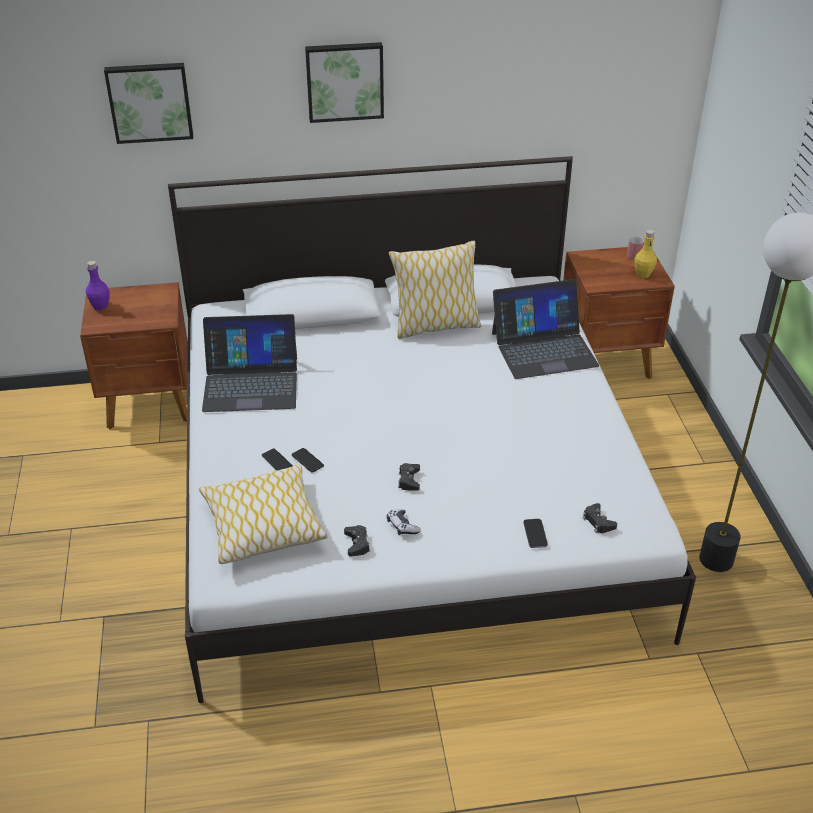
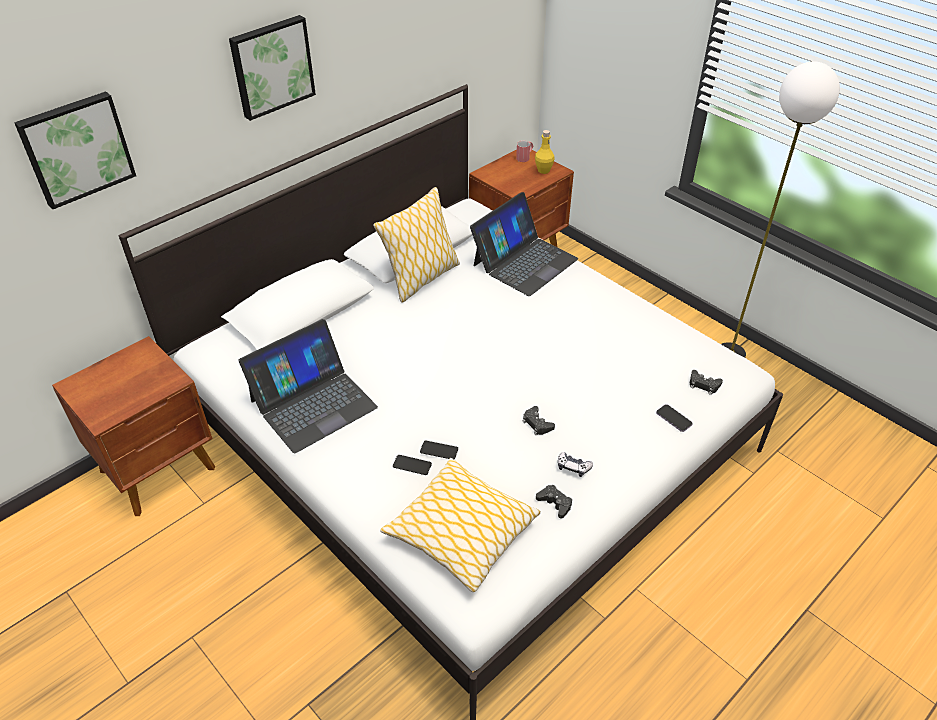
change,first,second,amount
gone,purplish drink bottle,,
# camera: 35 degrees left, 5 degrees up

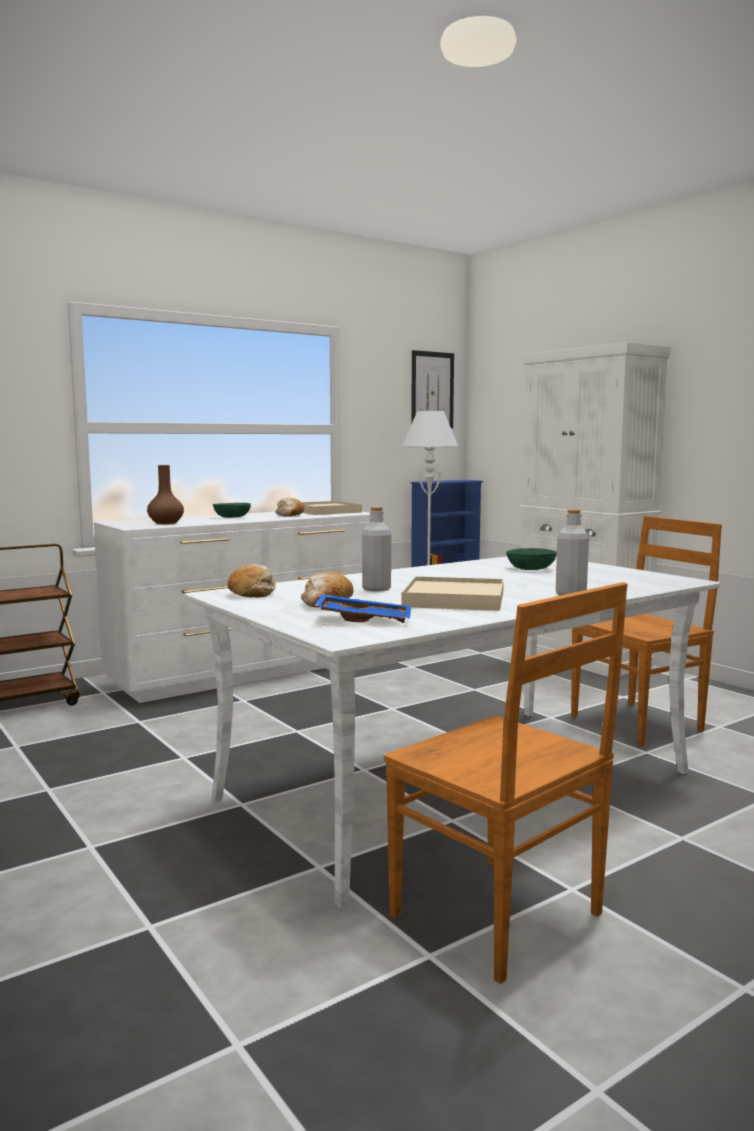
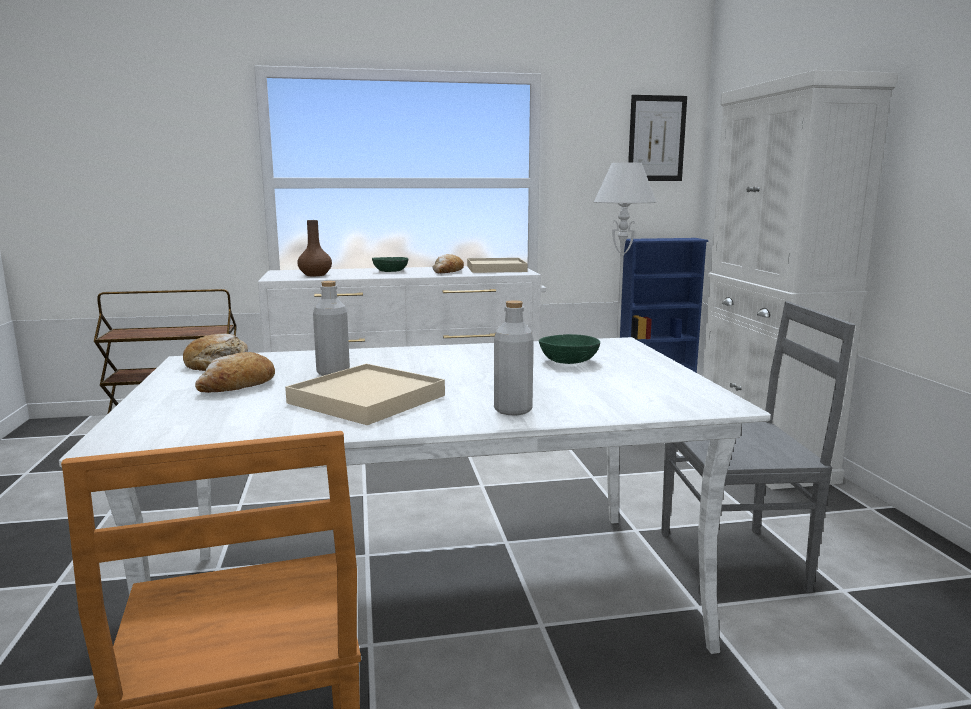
change,first,second,amount
repainted,brownish upright chair (no. 2 from left),grey upright chair,
gone,blue-coloured serving tray,,
# camera: 25 degrees right, 5 degrees up

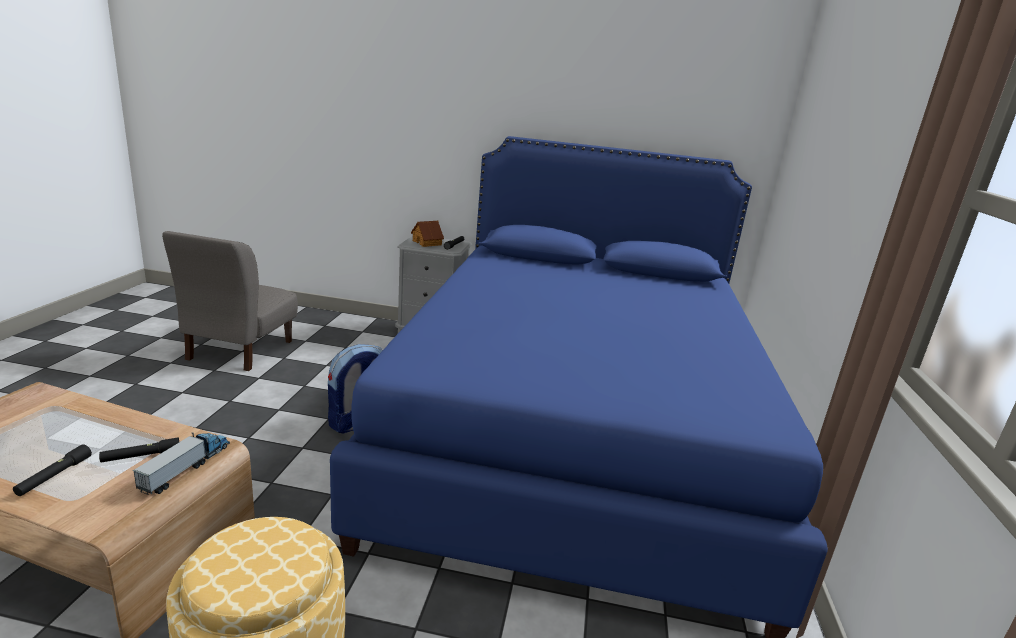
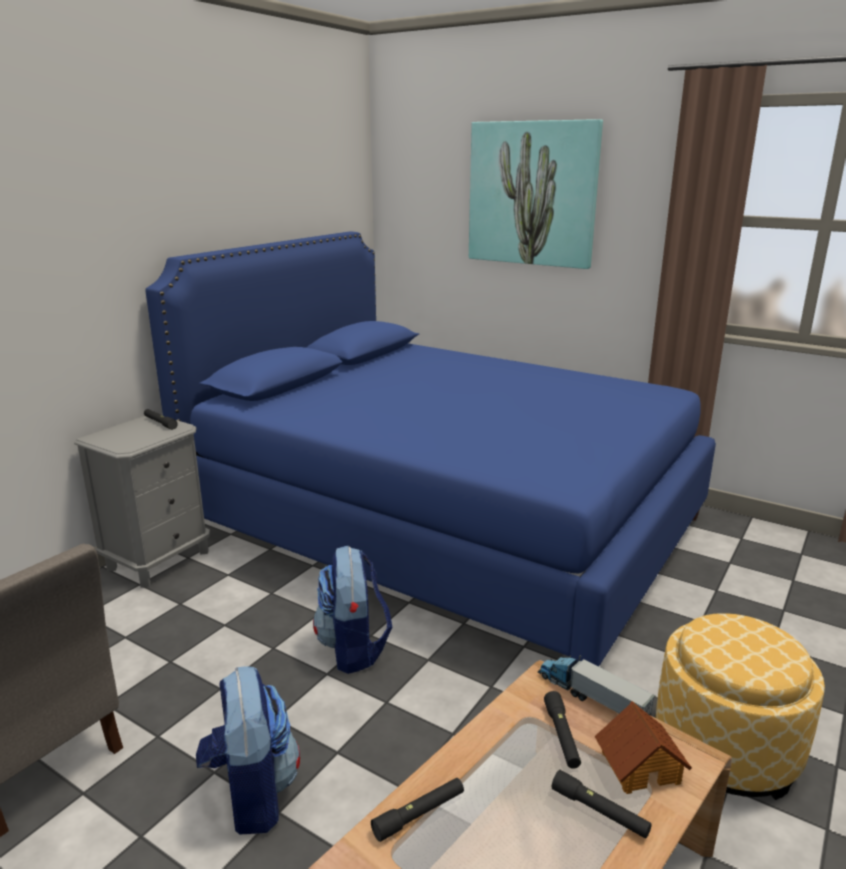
change,first,second,amount
new,,rucksack (no. 1 from left),
new,,black-coloured torch (no. 2 from left),
new,,picture,
shifted,model house,,
# camera: 65 degrees left, 0 degrees up

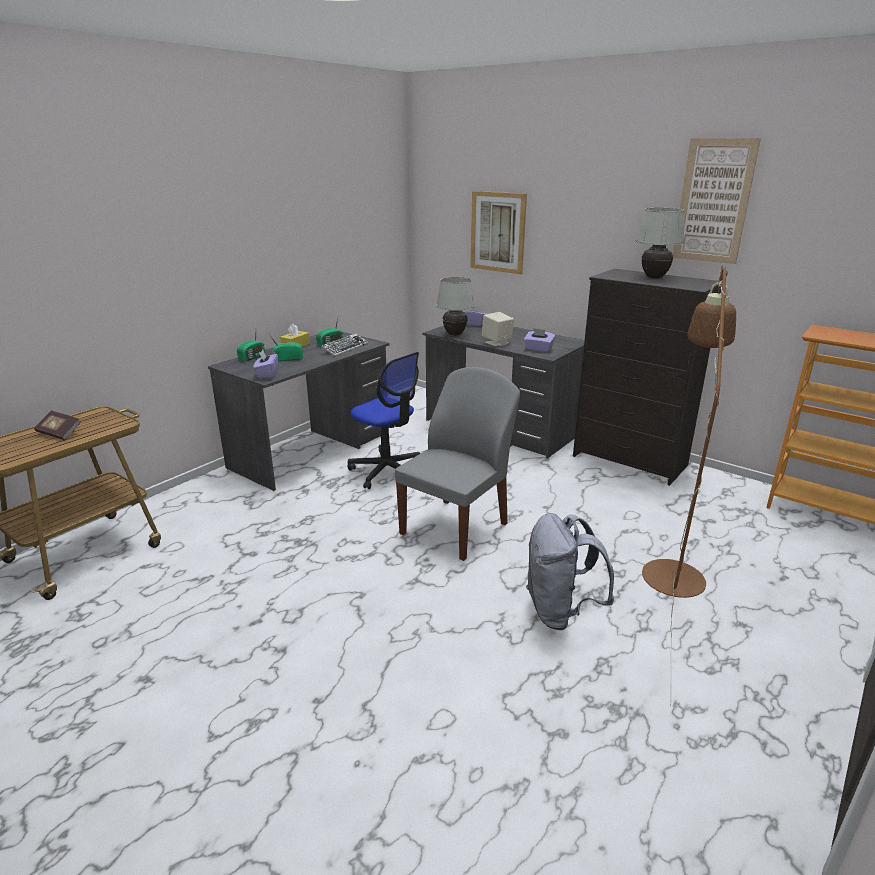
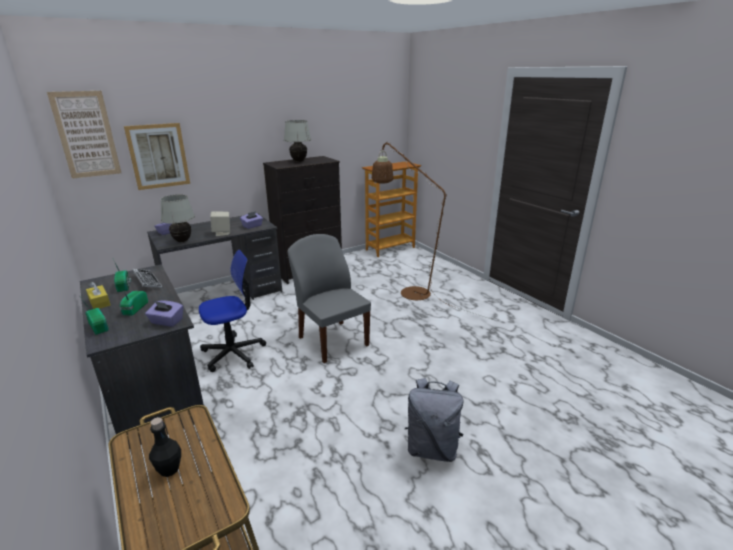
change,first,second,amount
shifted,picture (no. 2 from left in the first image),picture (no. 1 from left),
swapped,bound book,black-coloured drink bottle,
shifted,grey rucksack,,
# camera: 70 degrees left, 0 degrees up

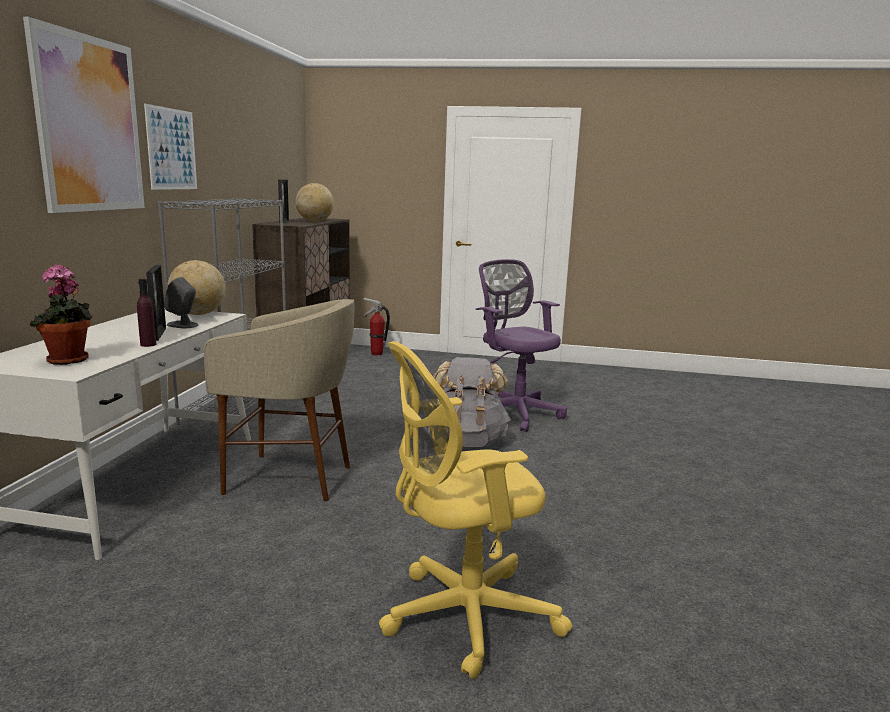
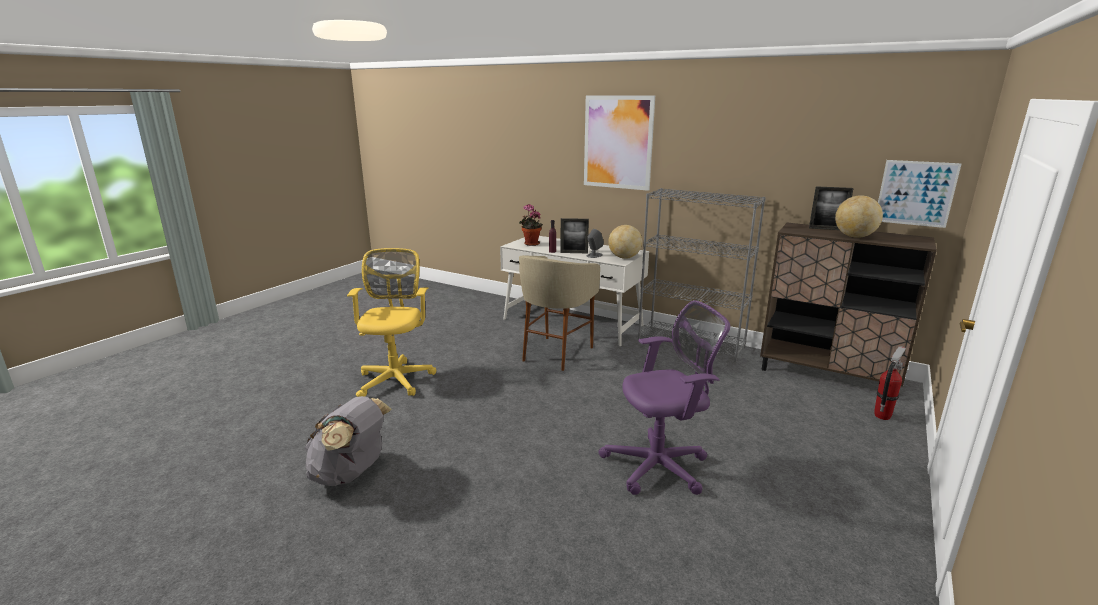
change,first,second,amount
shifted,grey rucksack,,
shifted,picture (no. 2 from left),,
# camera: 110 degrees right, 5 degrees up

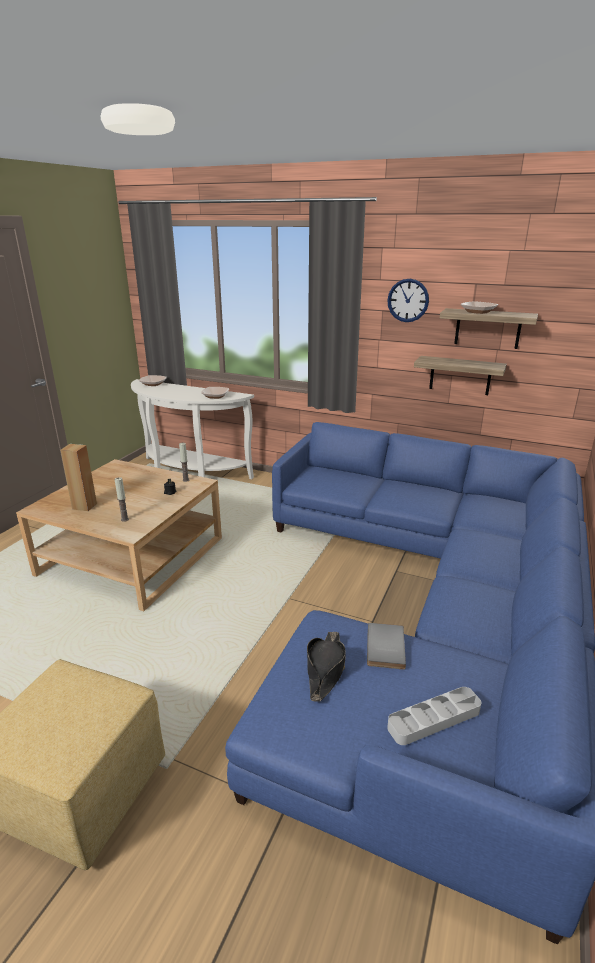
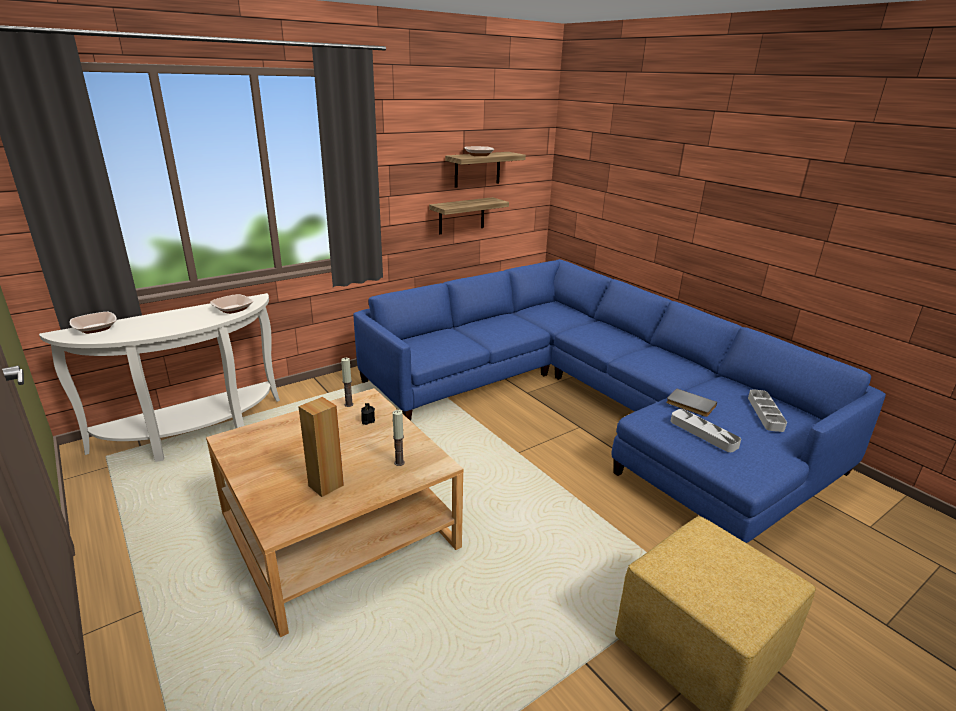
change,first,second,amount
swapped,black-coloured hat,grey serving tray (no. 1 from left),
gone,hanging clock,,
# camera: 60 degrees left, 0 degrees up

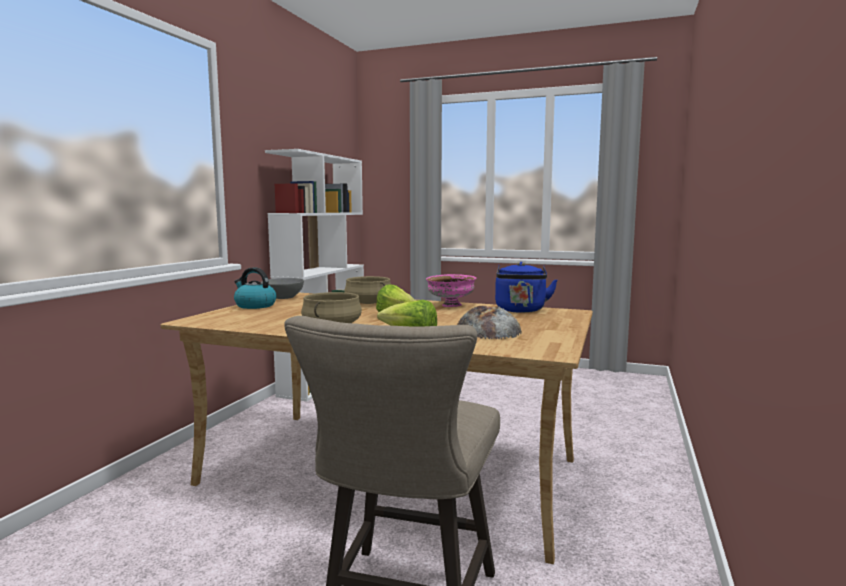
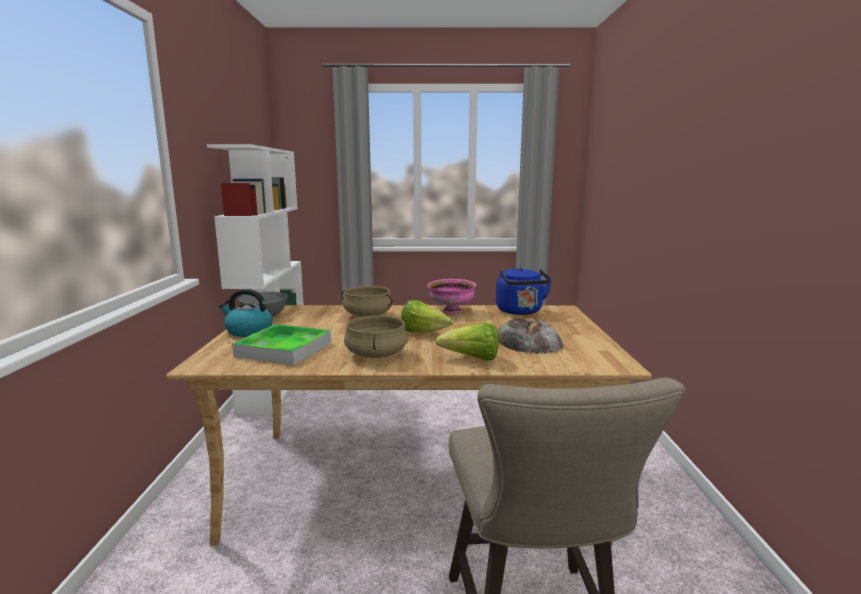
change,first,second,amount
new,,serving tray,
# camera: 20 degrees left, 5 degrees up

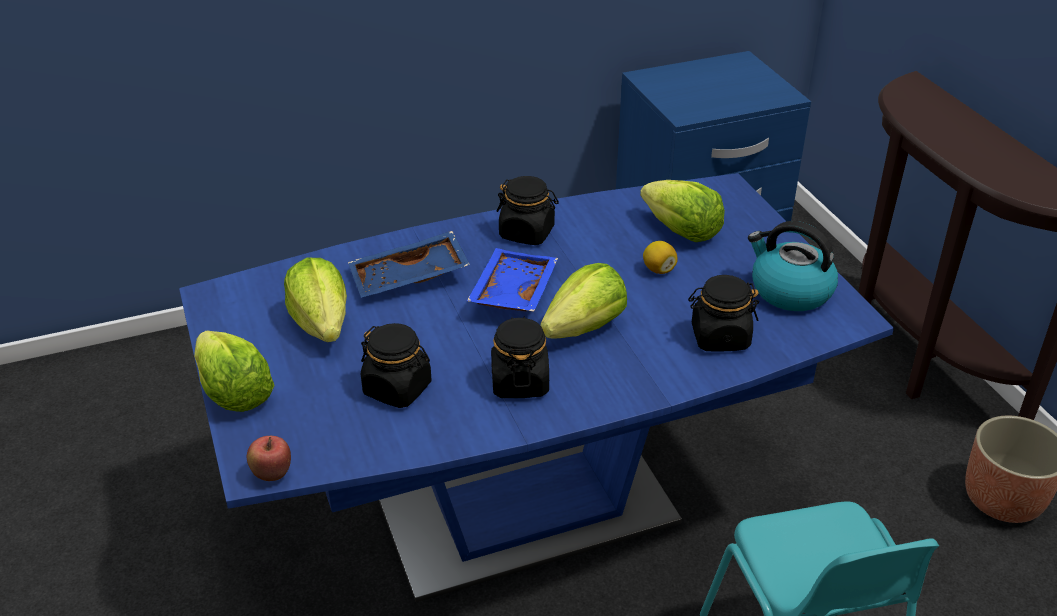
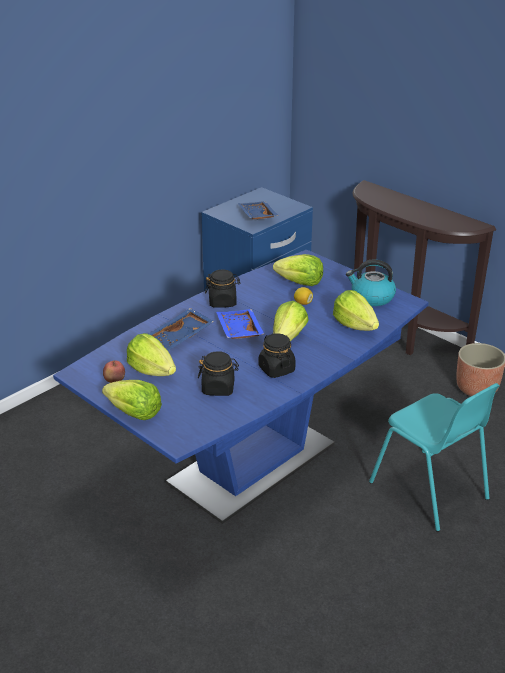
change,first,second,amount
shifted,whole apple,,
new,,blue-coloured serving tray (no. 3 from left),
swapped,black-coloured storage jar (no. 4 from left),lettuce (no. 5 from left),
# camera: 25 degrees left, 5 degrees down

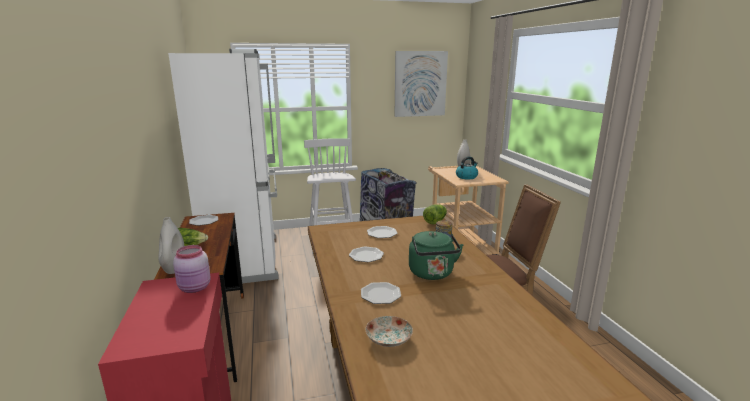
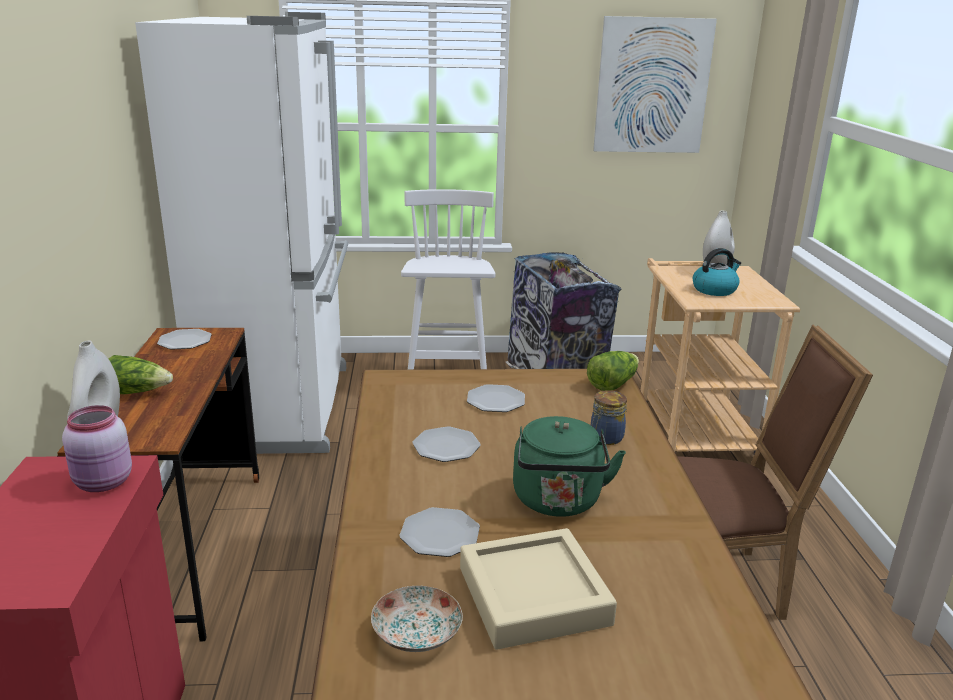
change,first,second,amount
new,,sand-coloured serving tray,
# camera: 10 degrees right, 5 degrees up

